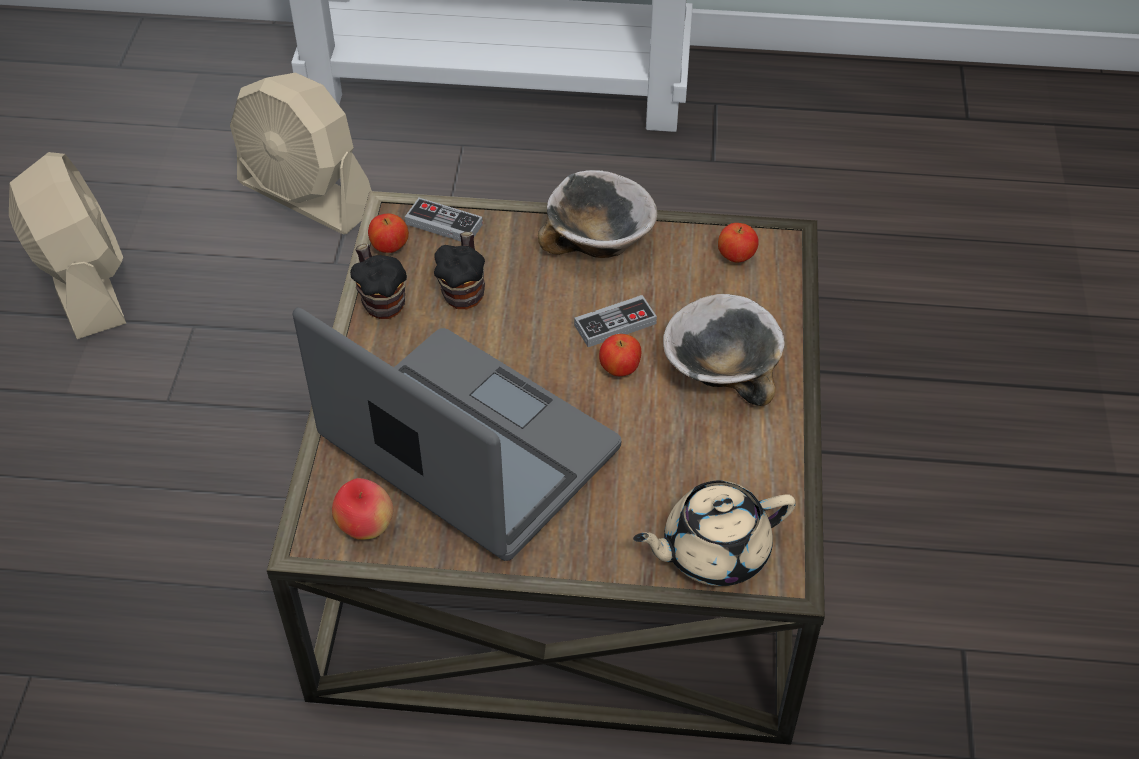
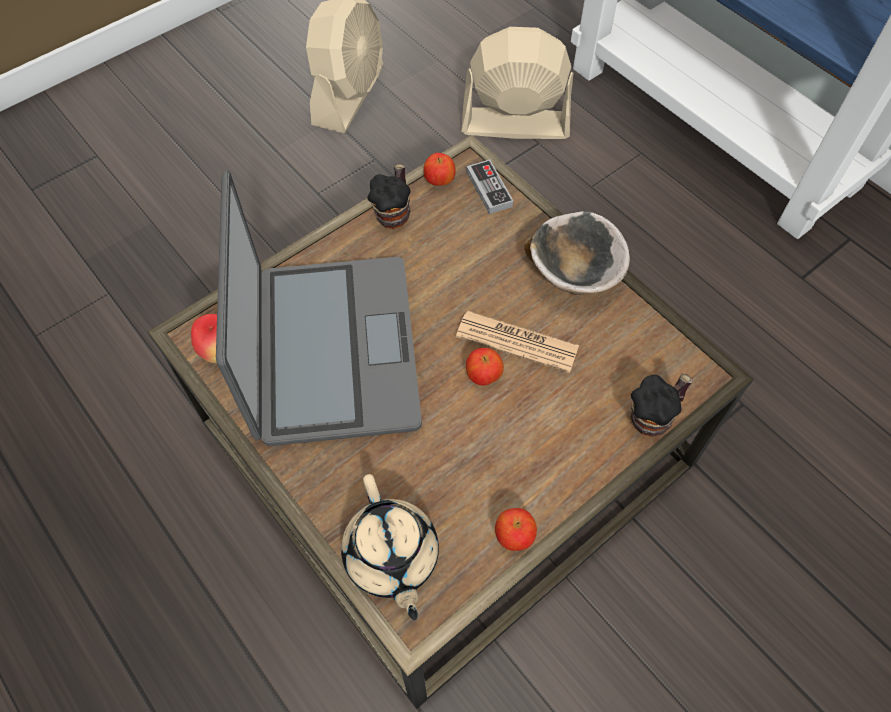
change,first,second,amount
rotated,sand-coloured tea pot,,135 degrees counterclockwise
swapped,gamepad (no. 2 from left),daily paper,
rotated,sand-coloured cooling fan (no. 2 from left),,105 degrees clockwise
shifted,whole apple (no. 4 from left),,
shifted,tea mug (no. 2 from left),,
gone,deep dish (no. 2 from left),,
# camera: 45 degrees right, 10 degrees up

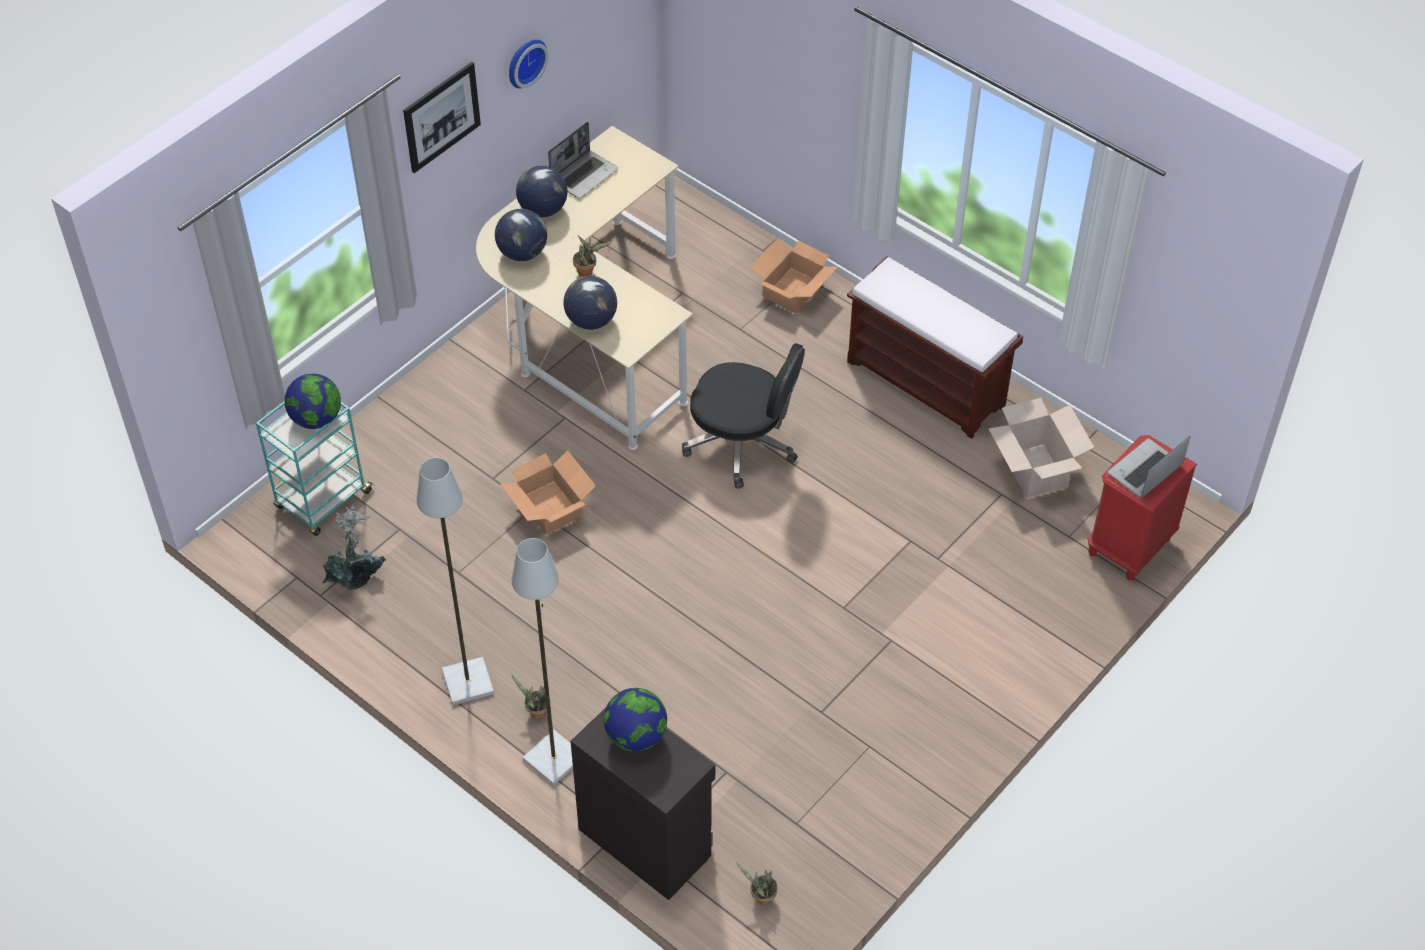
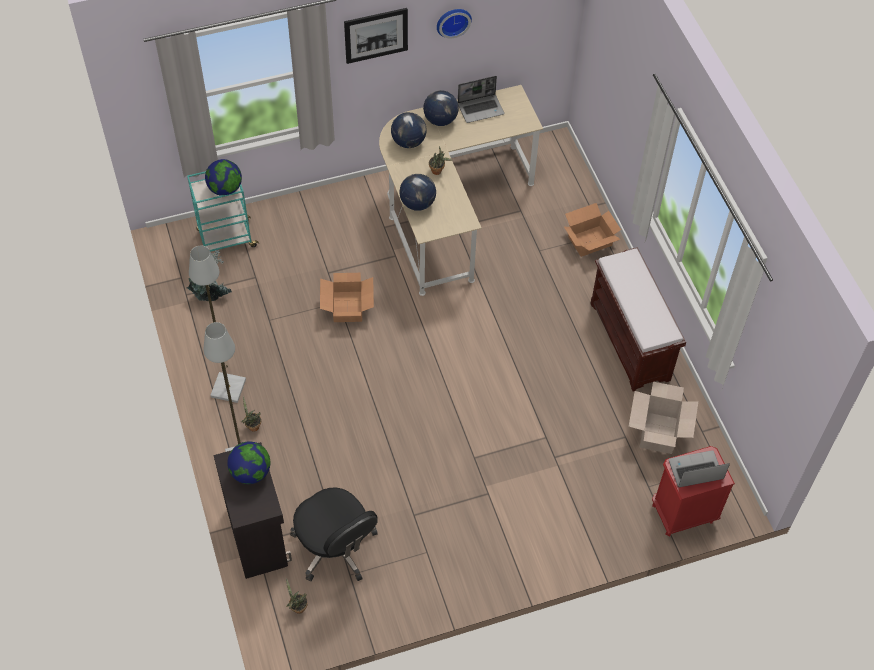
change,first,second,amount
shifted,black-coloured office chair,,
# camera: 30 degrees right, 5 degrees up

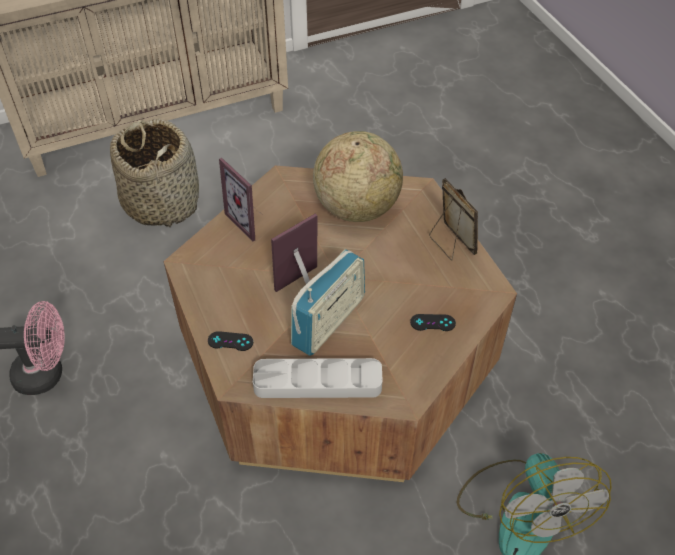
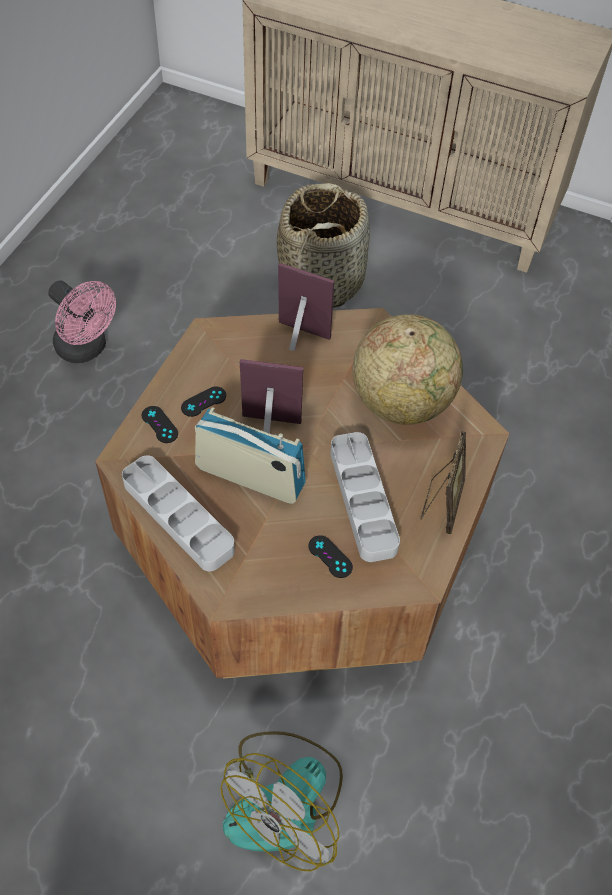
change,first,second,amount
new,,black-coloured gamepad (no. 2 from left),
rotated,radio set,,150 degrees counterclockwise
rotated,picture frame (no. 1 from left in the first image),picture frame (no. 2 from left),105 degrees clockwise
new,,grey serving tray (no. 2 from left),
# camera: 45 degrees right, 5 degrees up

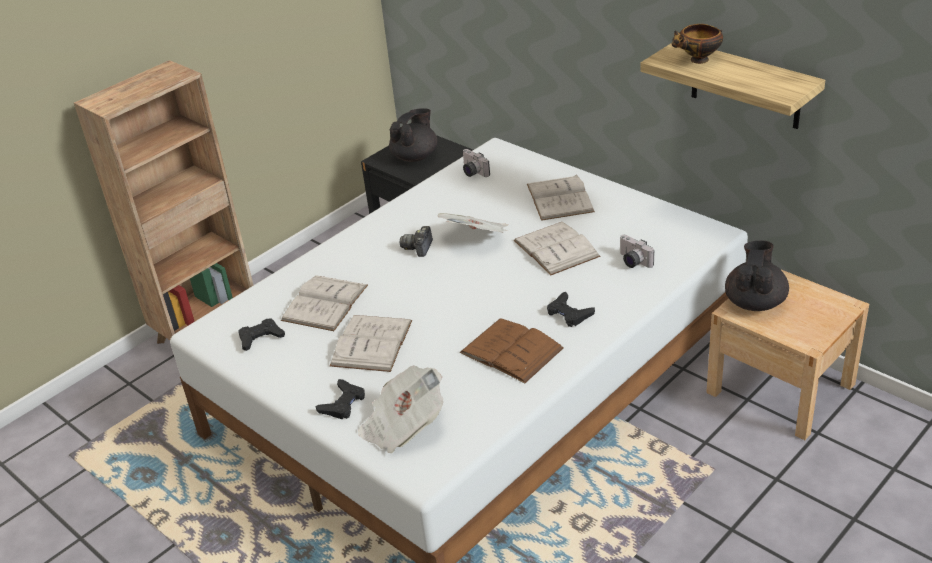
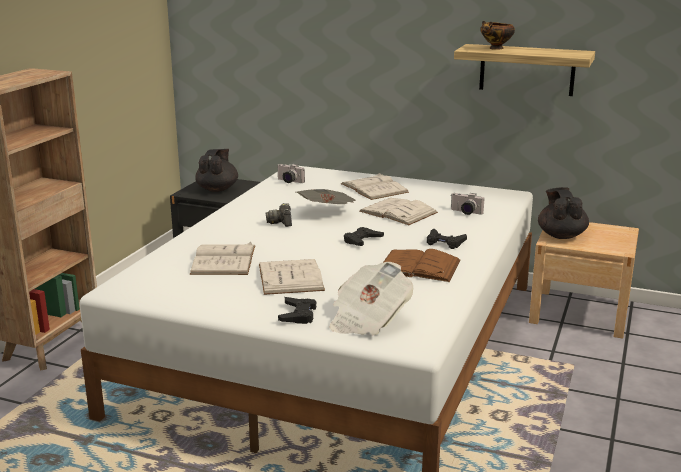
change,first,second,amount
shifted,black-coloured gamepad (no. 1 from left in the first image),black-coloured gamepad (no. 2 from left),
# camera: 25 degrees left, 15 degrees down

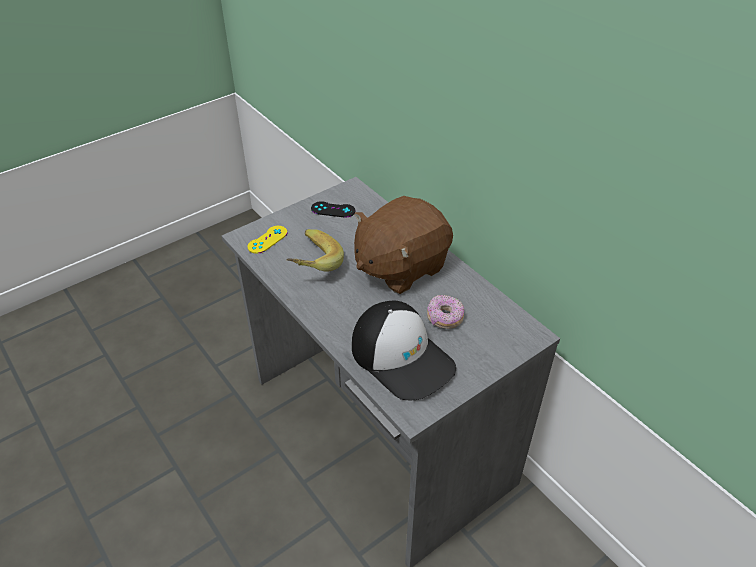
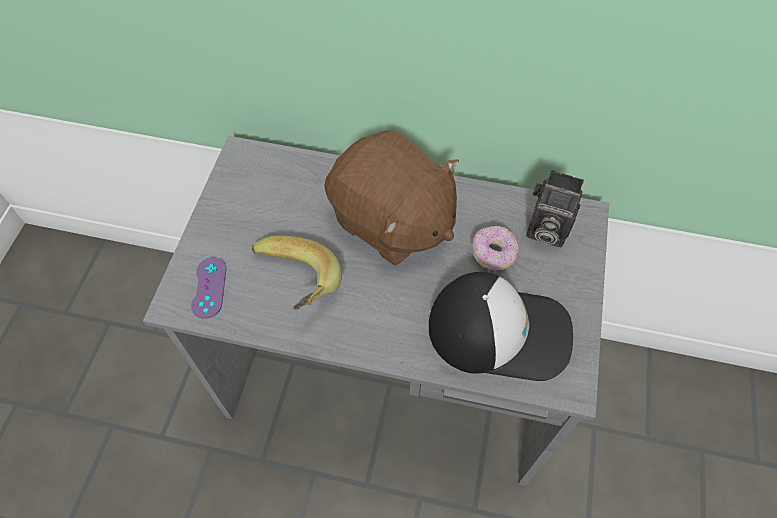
change,first,second,amount
repainted,yellow gamepad,purplish gamepad,
rotated,brownish plush toy,,60 degrees counterclockwise
new,,still camera,
gone,black-coloured gamepad,,
# camera: 40 degrees left, 15 degrees up

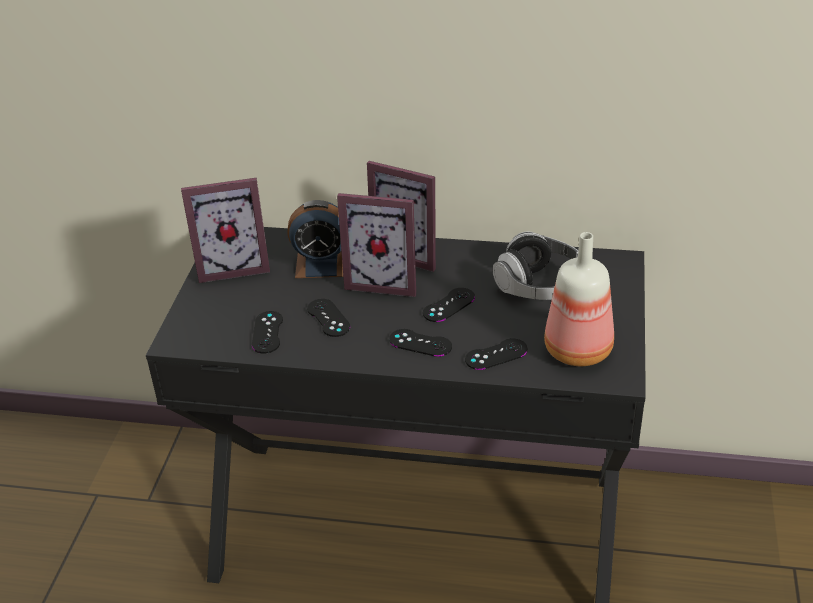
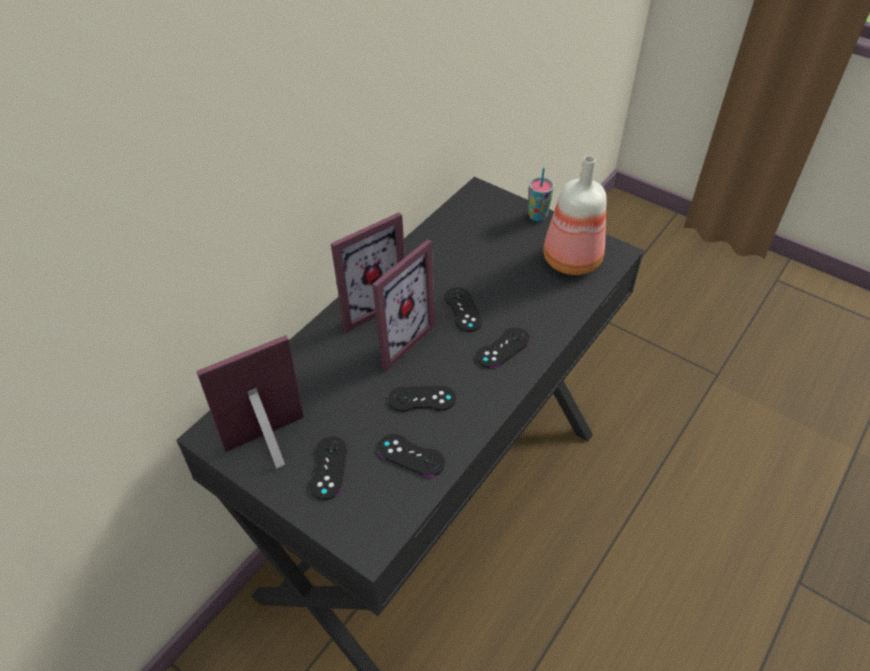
change,first,second,amount
rotated,picture frame (no. 1 from left),,135 degrees counterclockwise
shifted,black-coloured gamepad (no. 5 from left in the first image),black-coloured gamepad (no. 1 from left),
new,,cup,
gone,bedside clock,,
gone,headphones,,
# camera: 65 degrees left, 10 degrees up

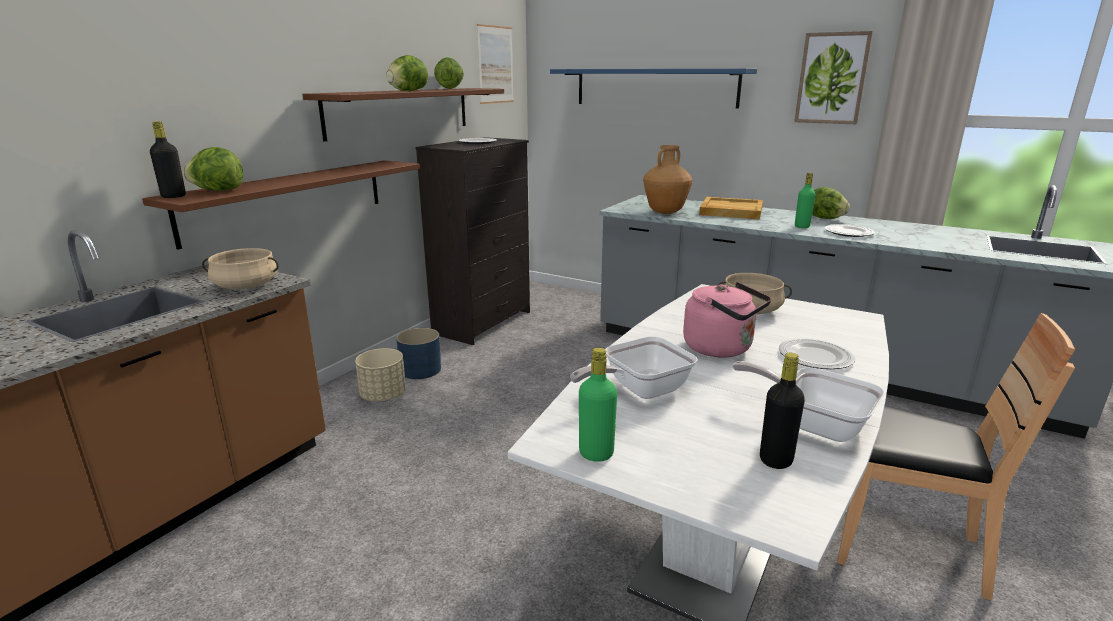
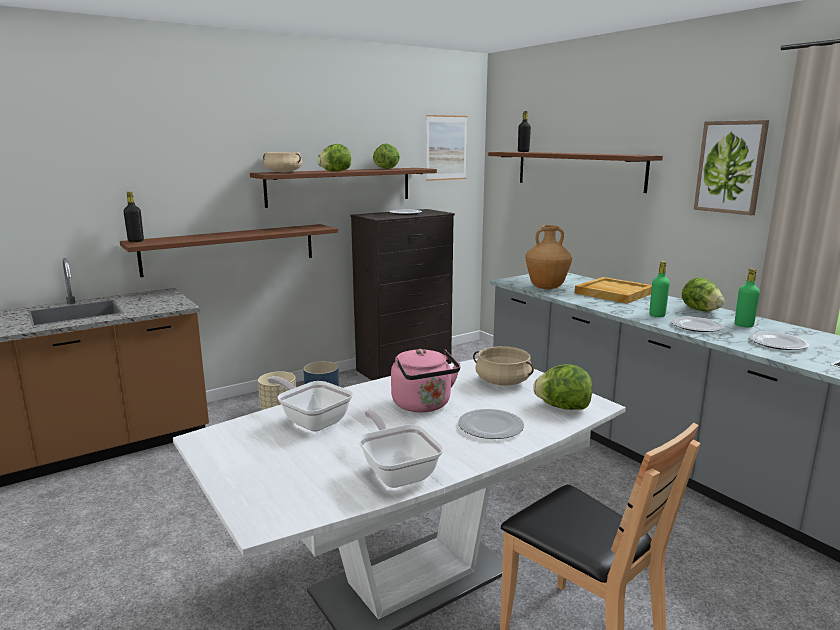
change,first,second,amount
shifted,sand-coloured cooking pot (no. 1 from left),,
rotated,frying pan (no. 1 from left),,45 degrees clockwise
repainted,blue-coloured shelf,brownish shelf (no. 3 from left),
shifted,black-coloured drink bottle (no. 2 from left),,
shifted,lettuce (no. 1 from left in the first image),lettuce (no. 3 from left),
shifted,greenish drink bottle (no. 1 from left in the first image),greenish drink bottle (no. 2 from left),
new,,dinner plate (no. 4 from left),
# camera: 25 degrees right, 5 degrees down

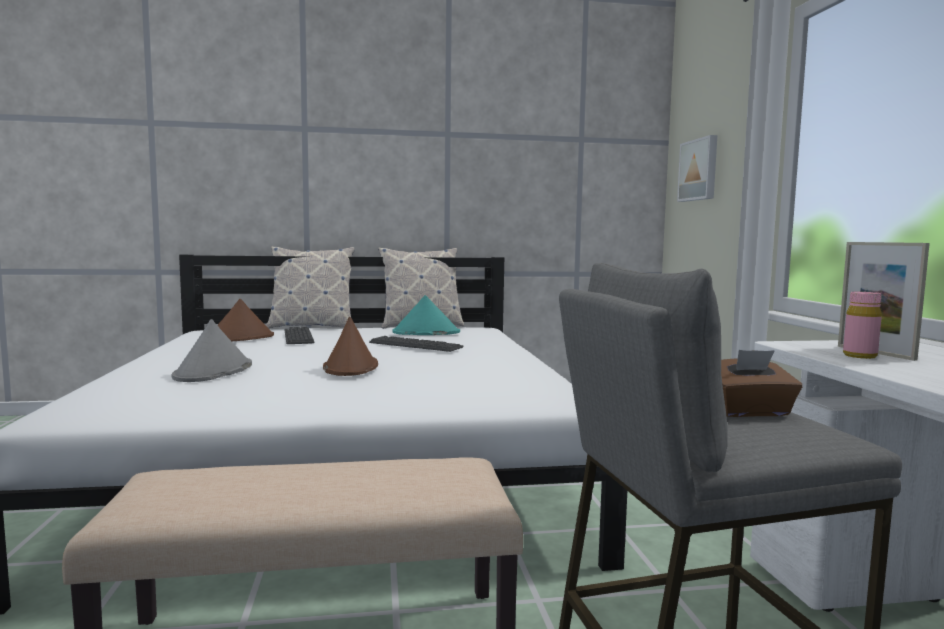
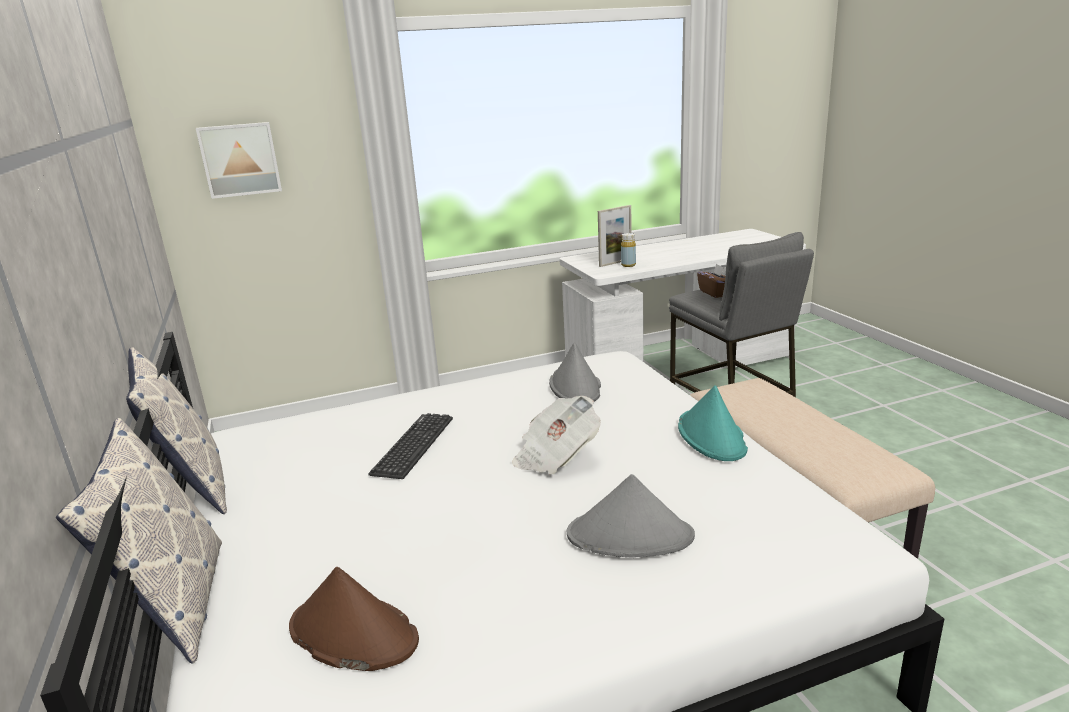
change,first,second,amount
swapped,brownish hat (no. 2 from left),daily paper,
new,,grey hat (no. 1 from left),
repainted,pink-coloured drink bottle,yellow drink bottle,
shifted,turquoise hat,,
gone,PC keyboard (no. 1 from left),,
# camera: 100 degrees left, 15 degrees up

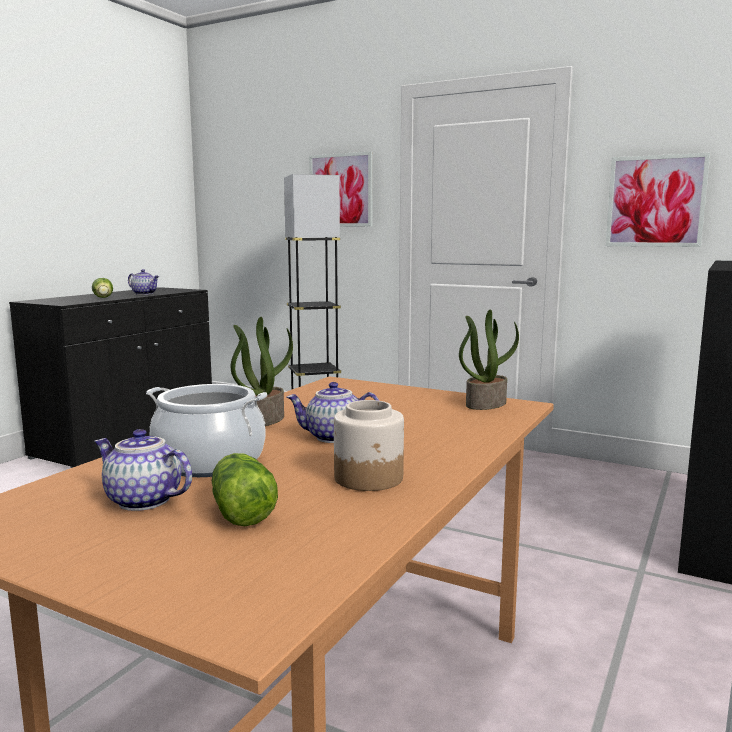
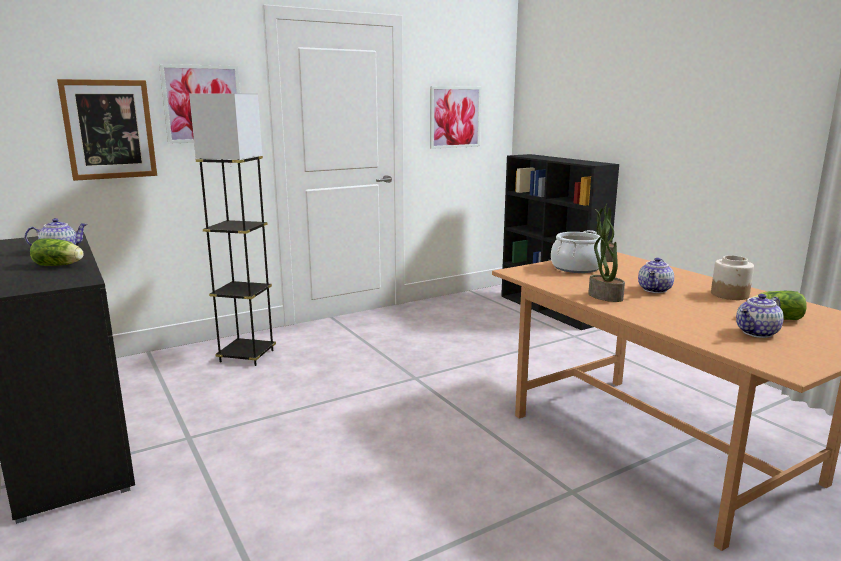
change,first,second,amount
new,,picture (no. 1 from left),
shifted,cooking pot,,
# camera: 60 degrees left, 5 degrees up

